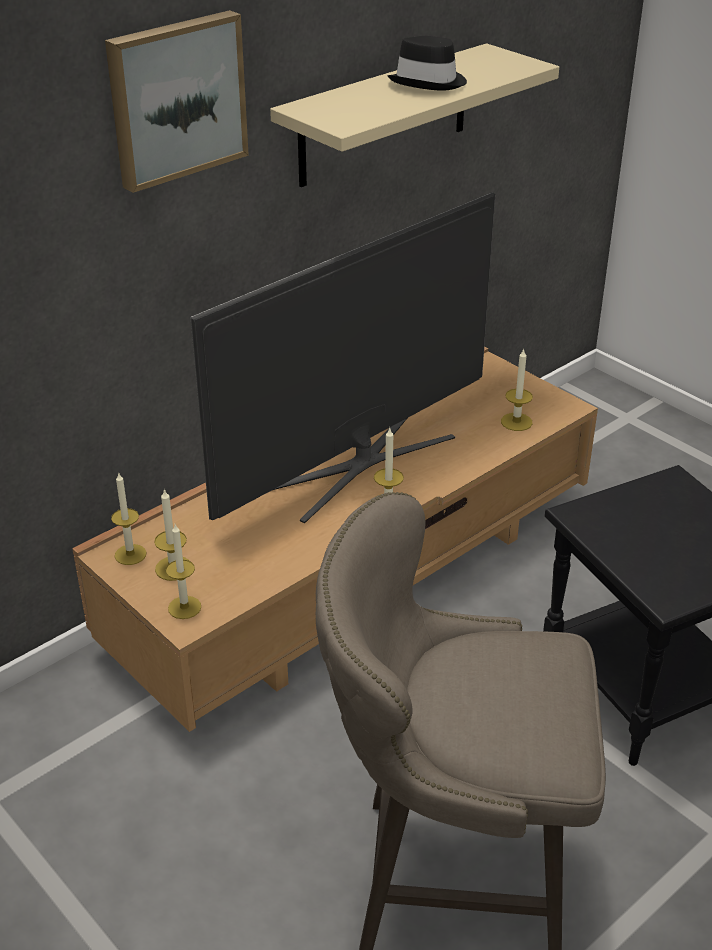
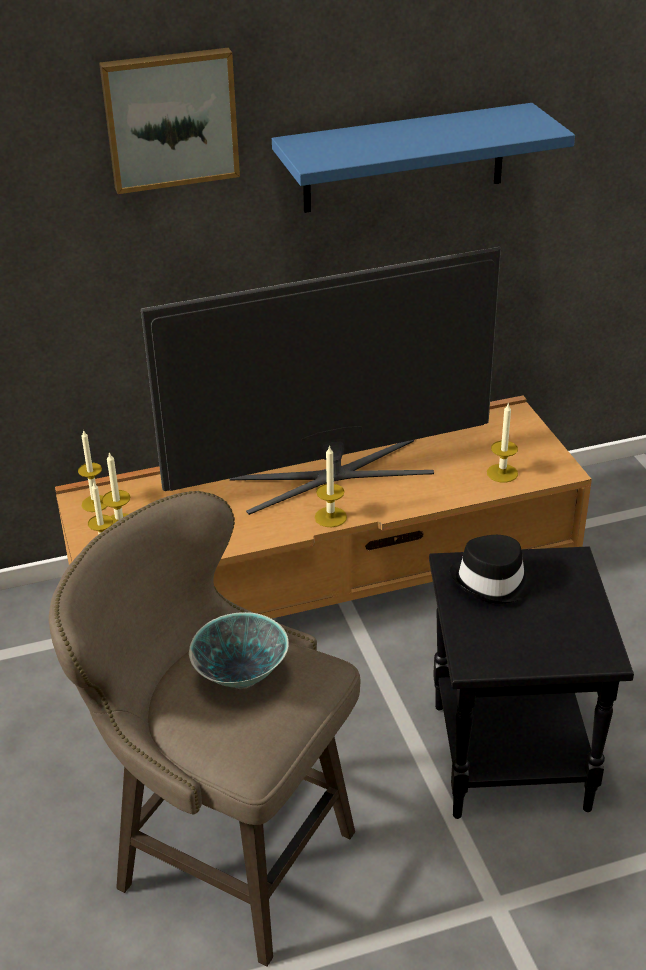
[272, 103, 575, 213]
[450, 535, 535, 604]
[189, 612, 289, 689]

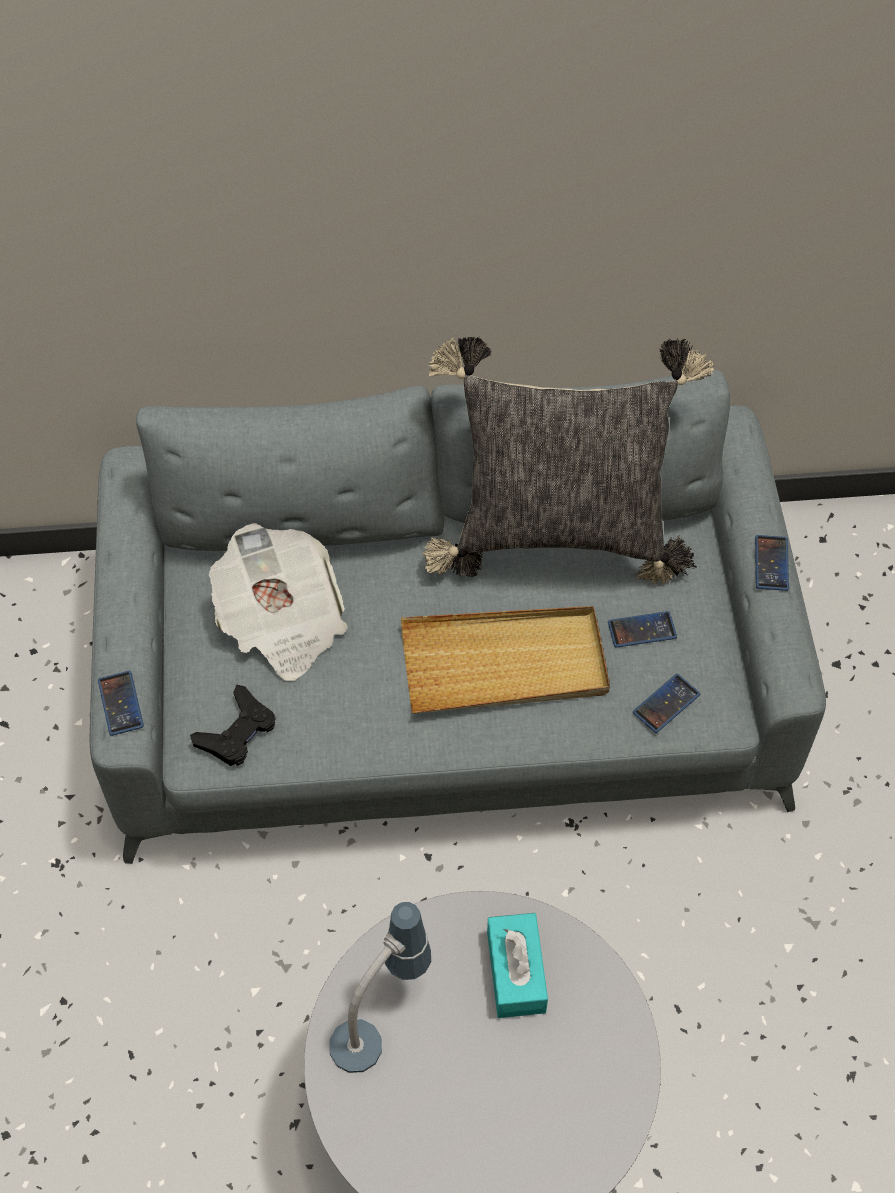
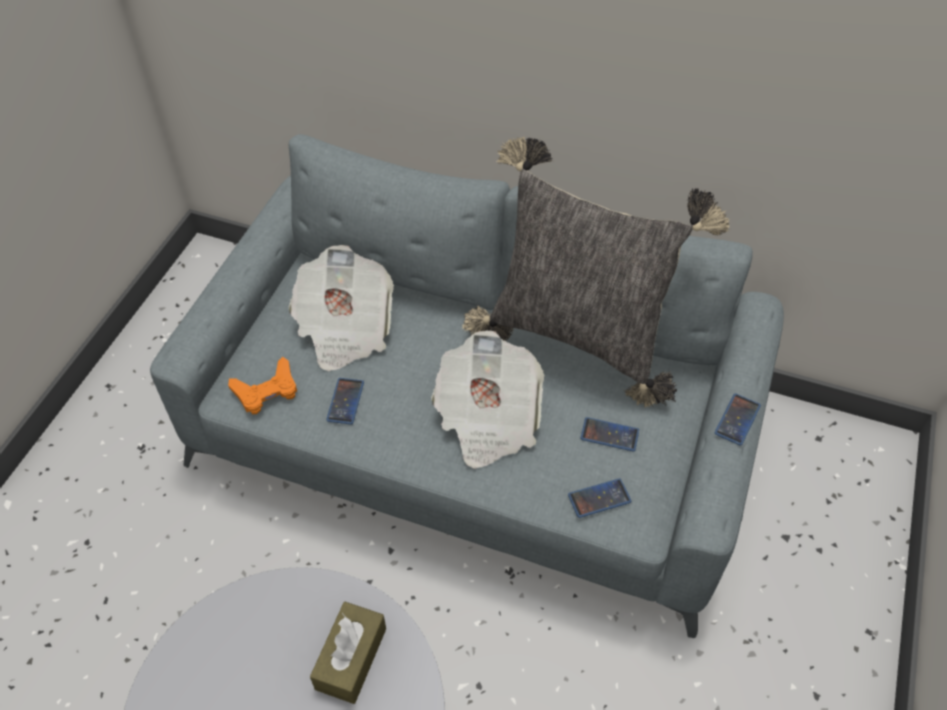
[326, 378, 364, 425]
[228, 357, 297, 414]
[330, 902, 431, 1073] (first image)
[431, 330, 544, 469]
[310, 602, 386, 704]

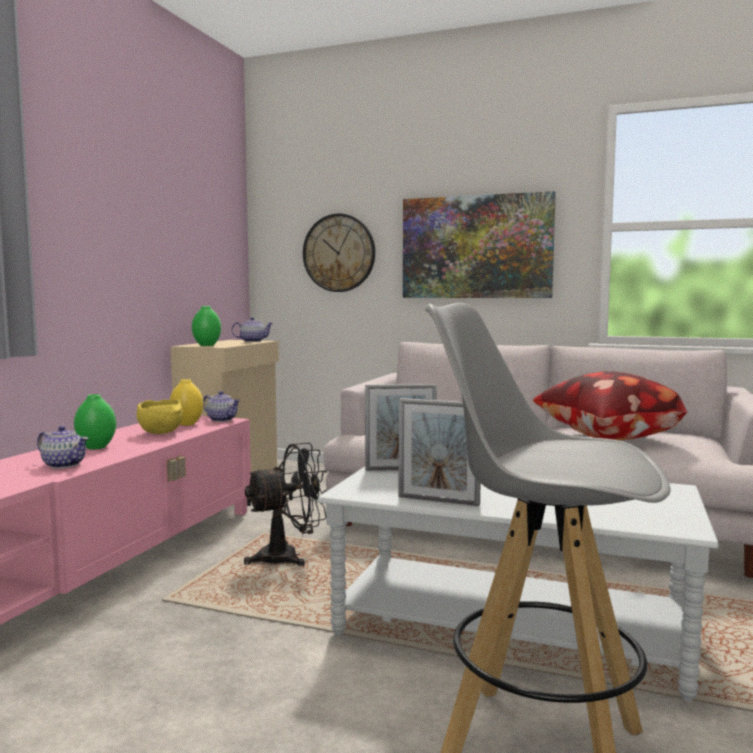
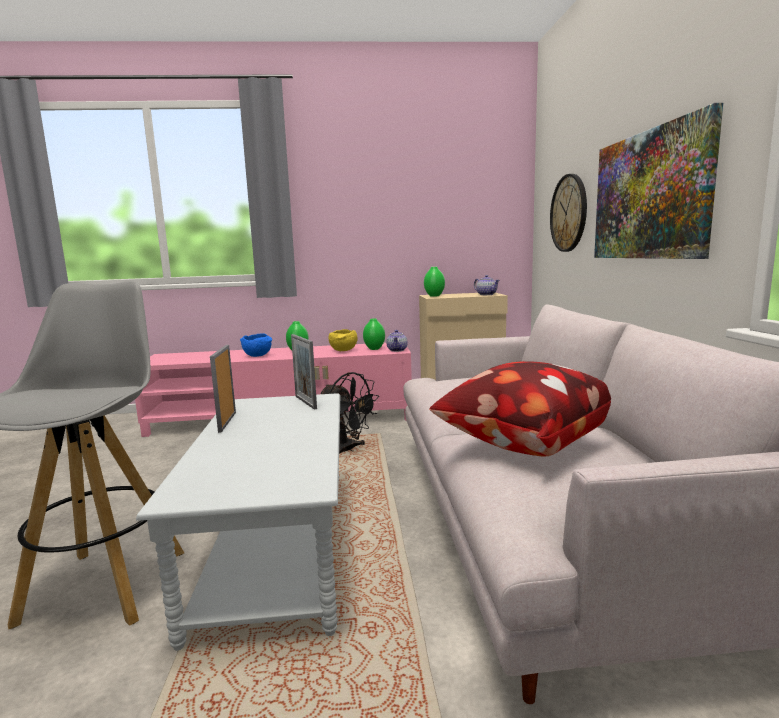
[240, 333, 272, 357]
[363, 319, 385, 350]

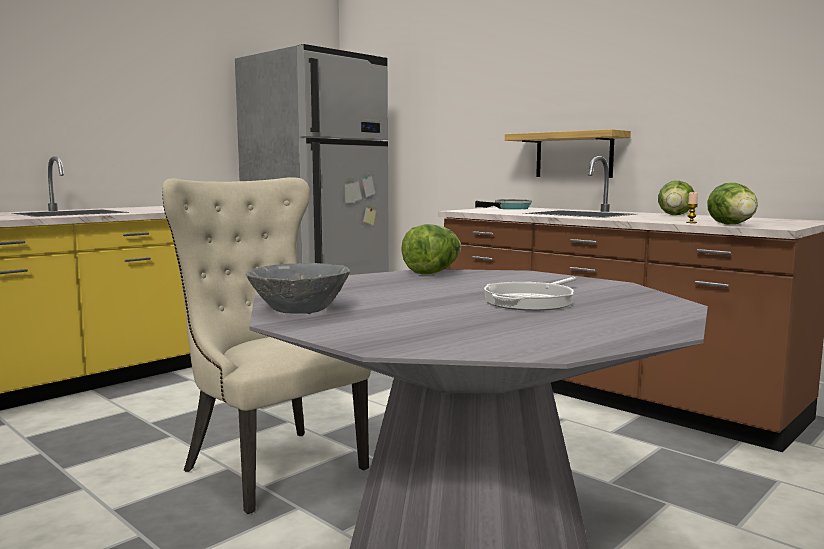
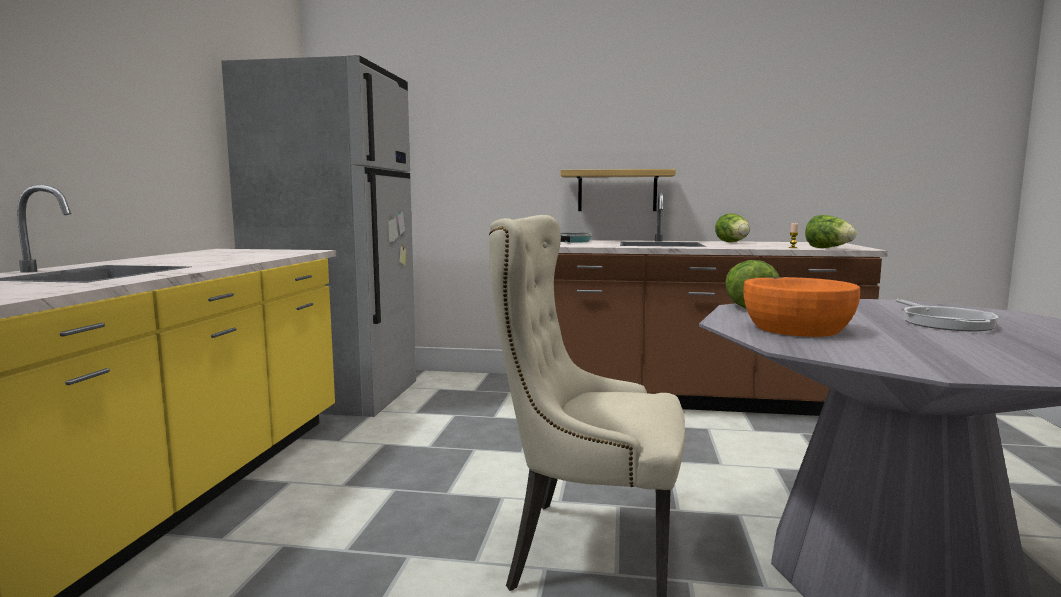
[246, 263, 350, 314] (first image)
[743, 277, 860, 337]

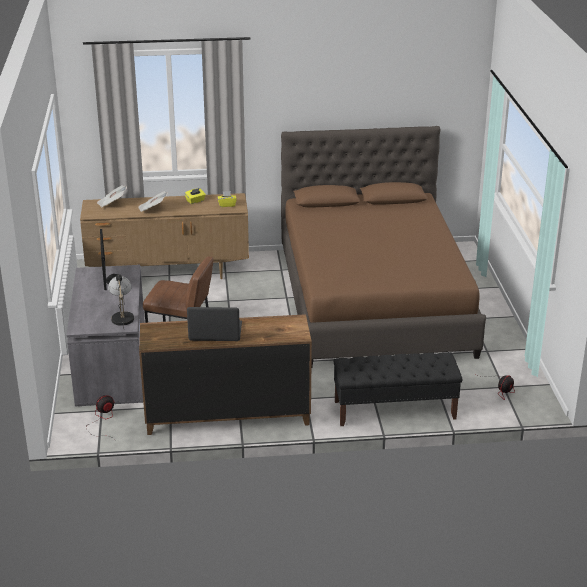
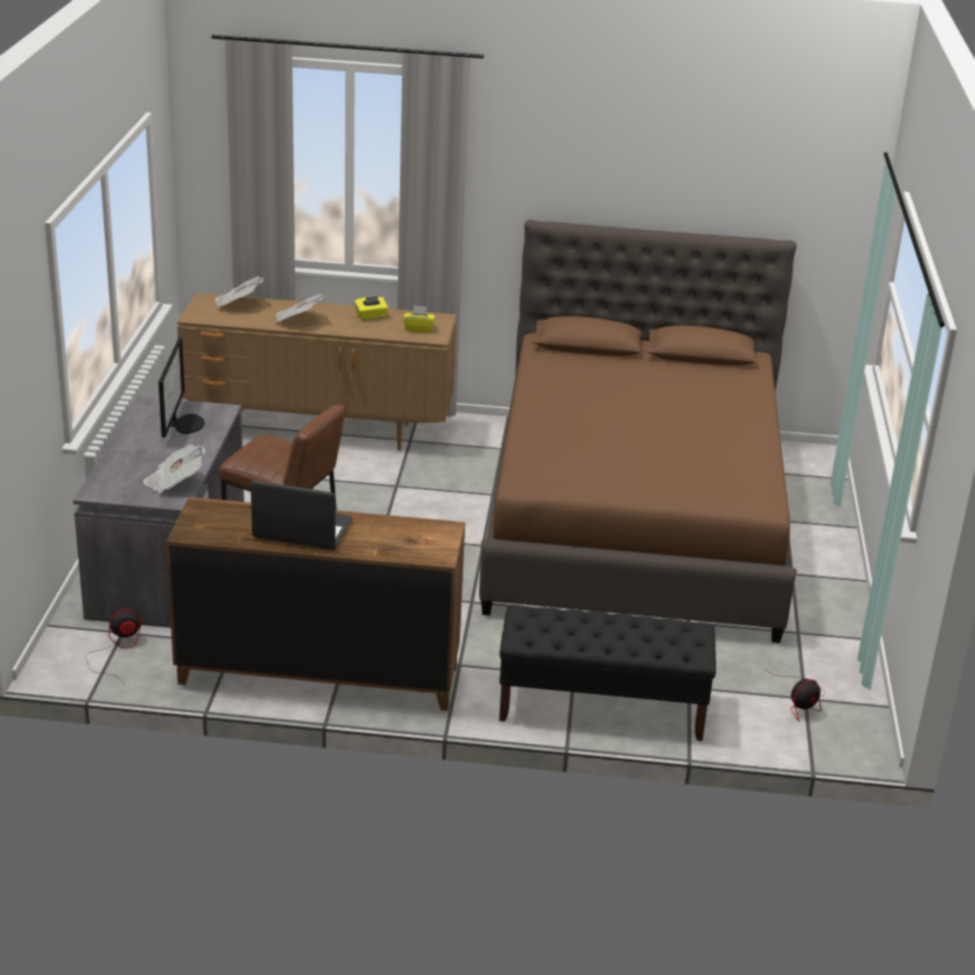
[143, 444, 206, 493]

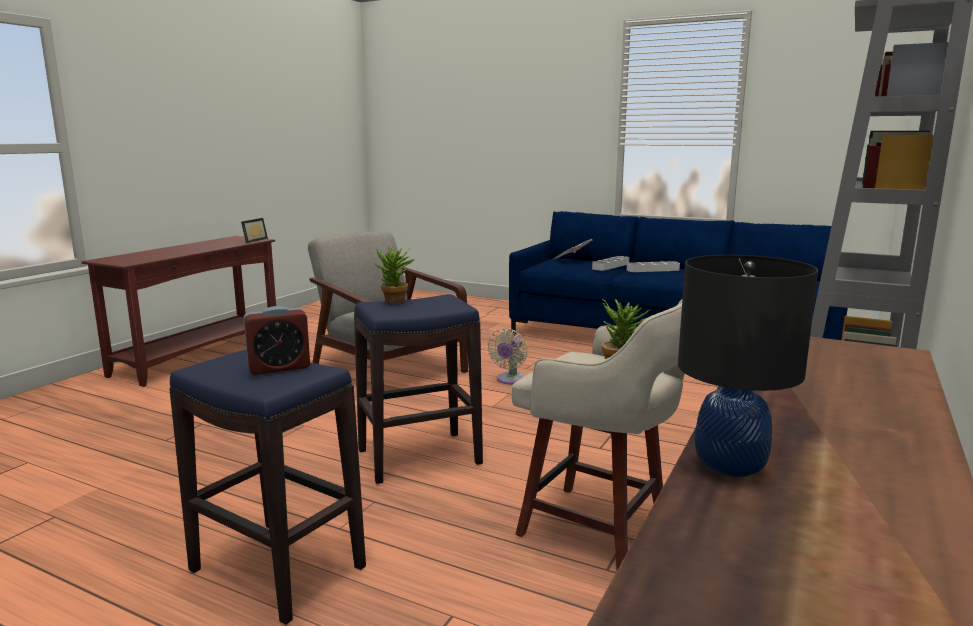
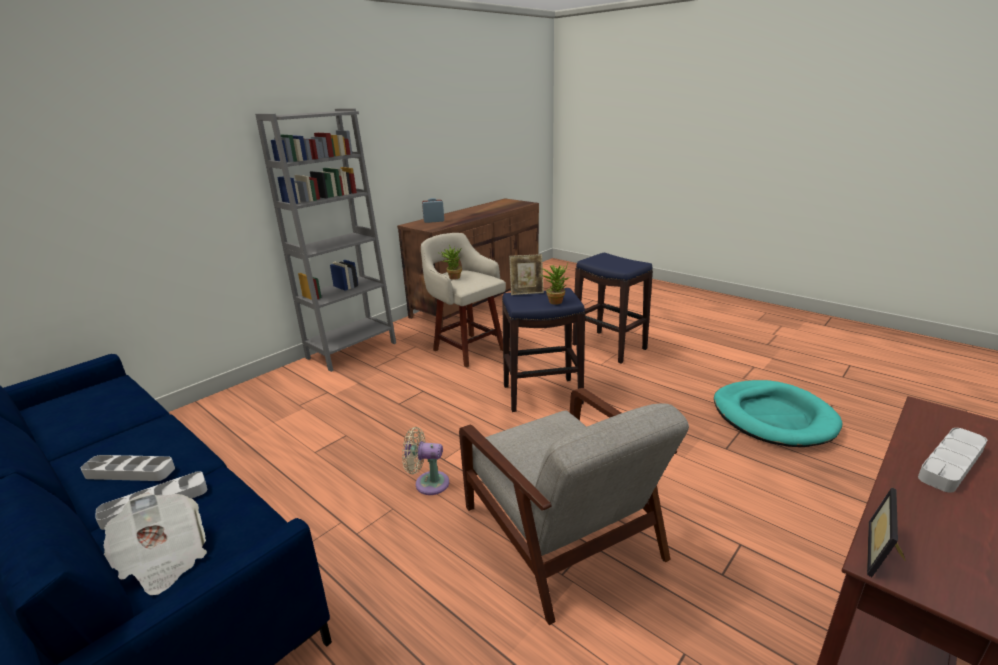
[422, 198, 444, 223]
[402, 427, 449, 495]
[678, 255, 818, 477] (first image)
[509, 254, 544, 295]
[714, 380, 842, 447]
[918, 428, 987, 493]

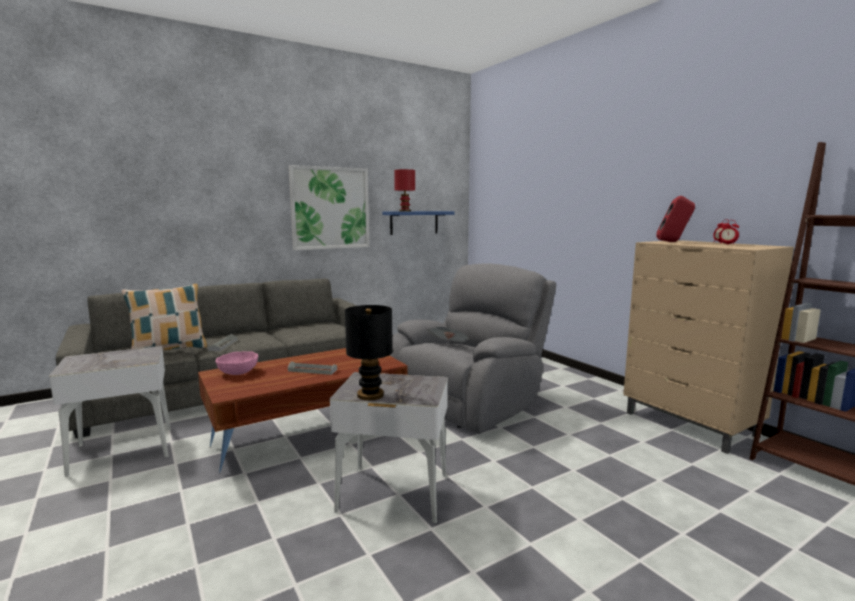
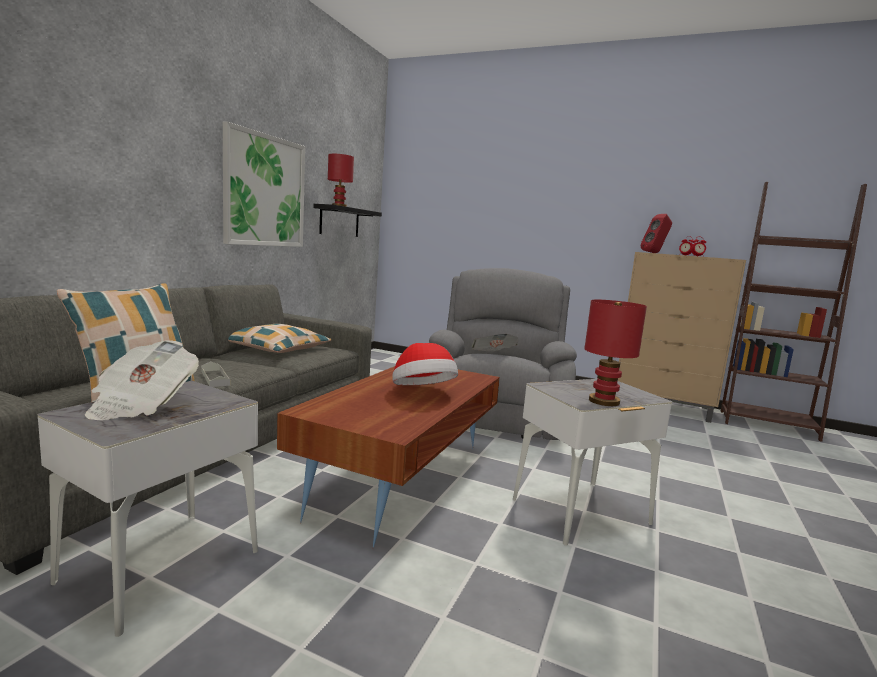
[216, 351, 258, 375] (first image)
[392, 343, 458, 385]
[584, 300, 647, 406]
[313, 204, 382, 237]
[85, 340, 199, 420]
[228, 324, 331, 353]

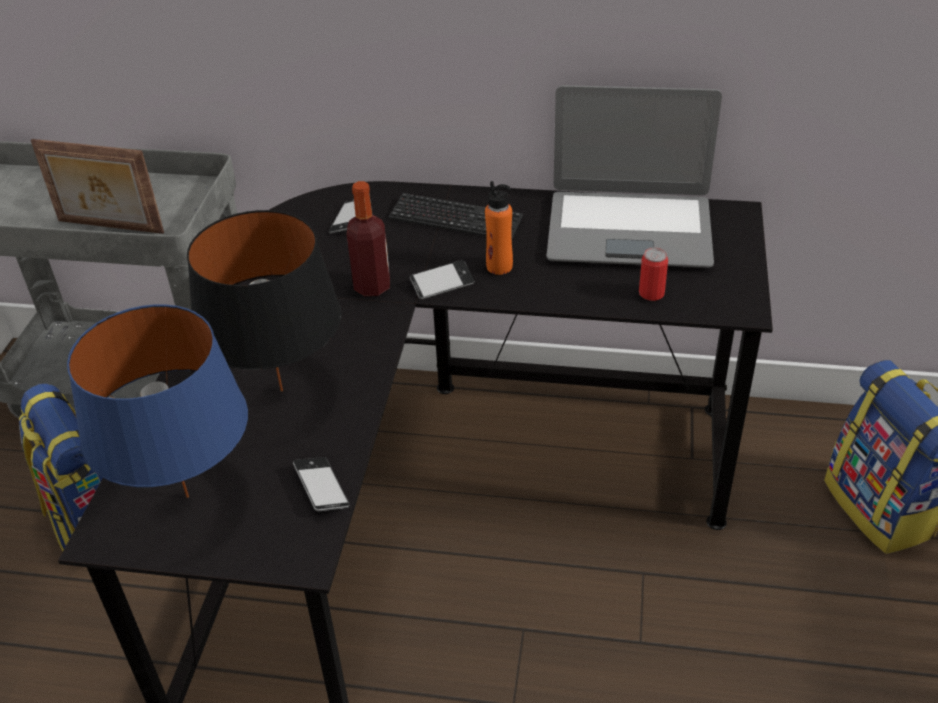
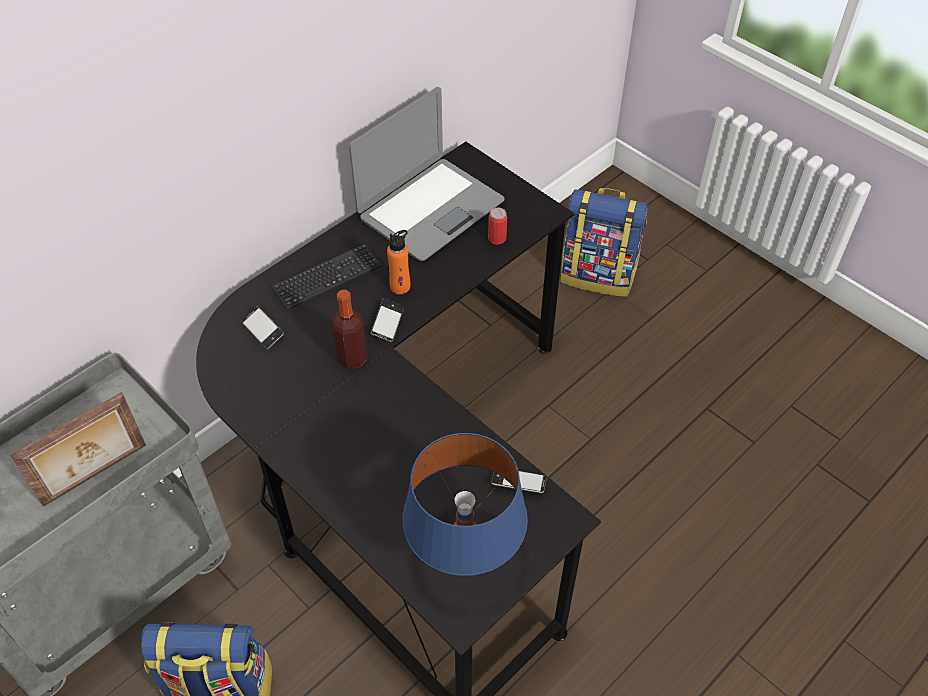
[187, 210, 342, 392] (first image)

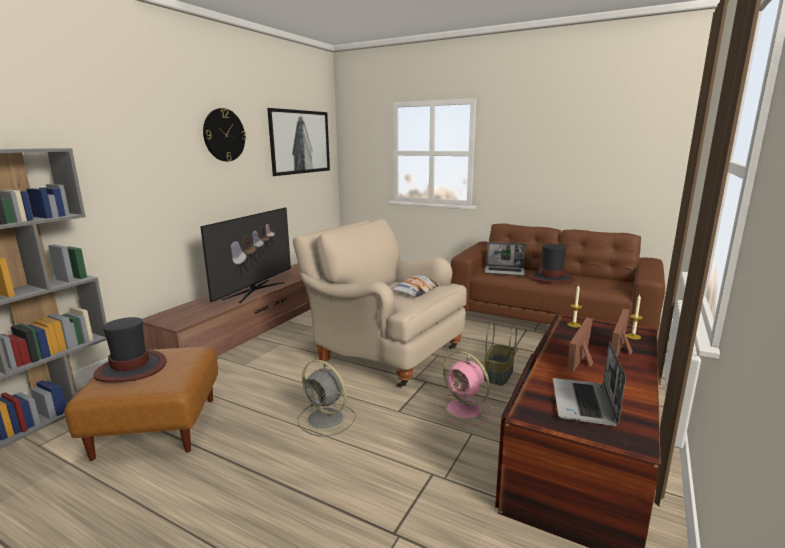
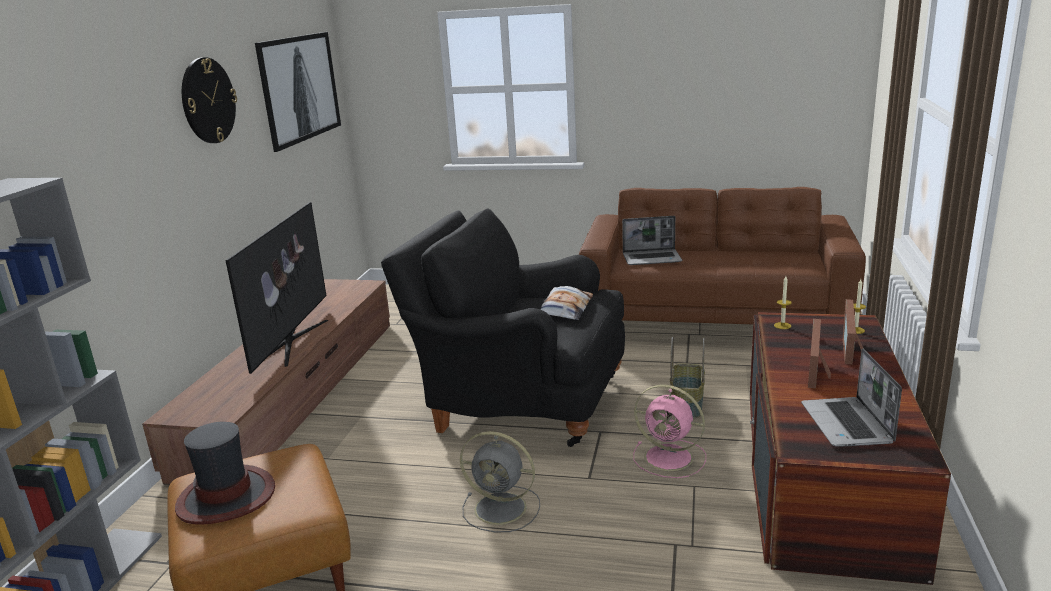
[381, 208, 625, 447]
[529, 244, 575, 283] (first image)

